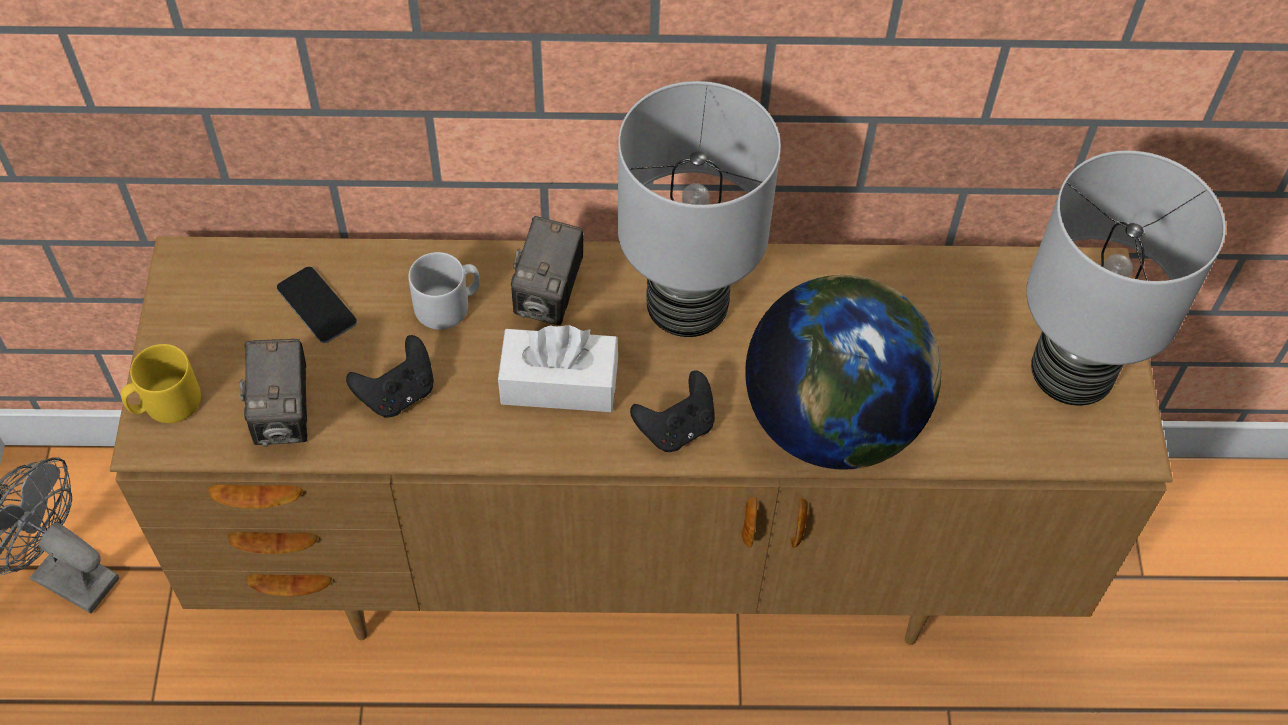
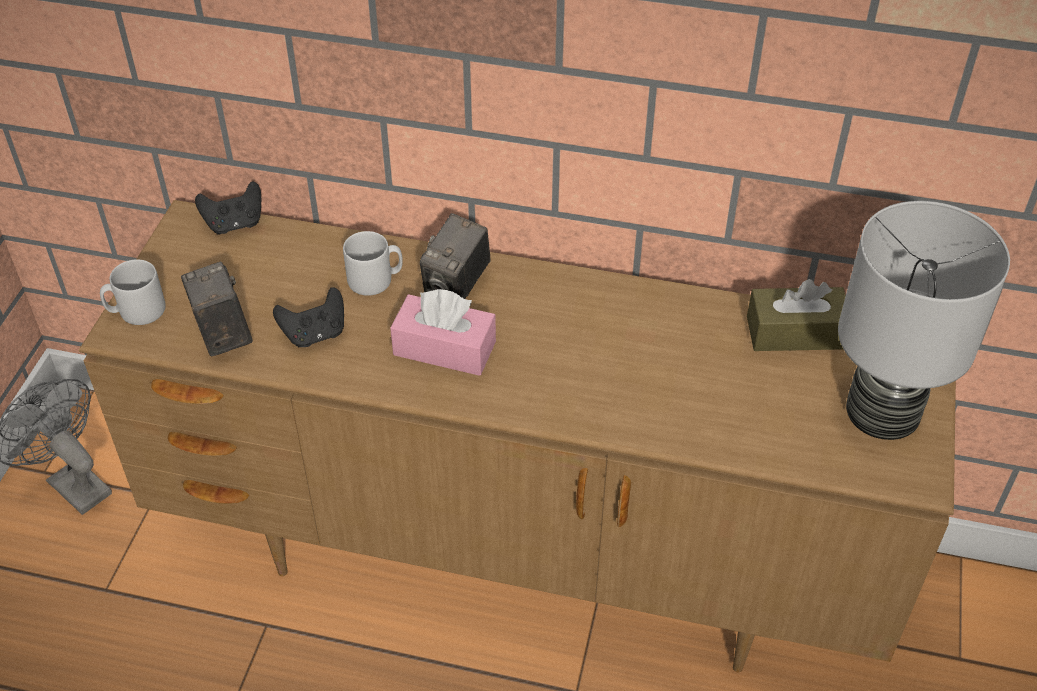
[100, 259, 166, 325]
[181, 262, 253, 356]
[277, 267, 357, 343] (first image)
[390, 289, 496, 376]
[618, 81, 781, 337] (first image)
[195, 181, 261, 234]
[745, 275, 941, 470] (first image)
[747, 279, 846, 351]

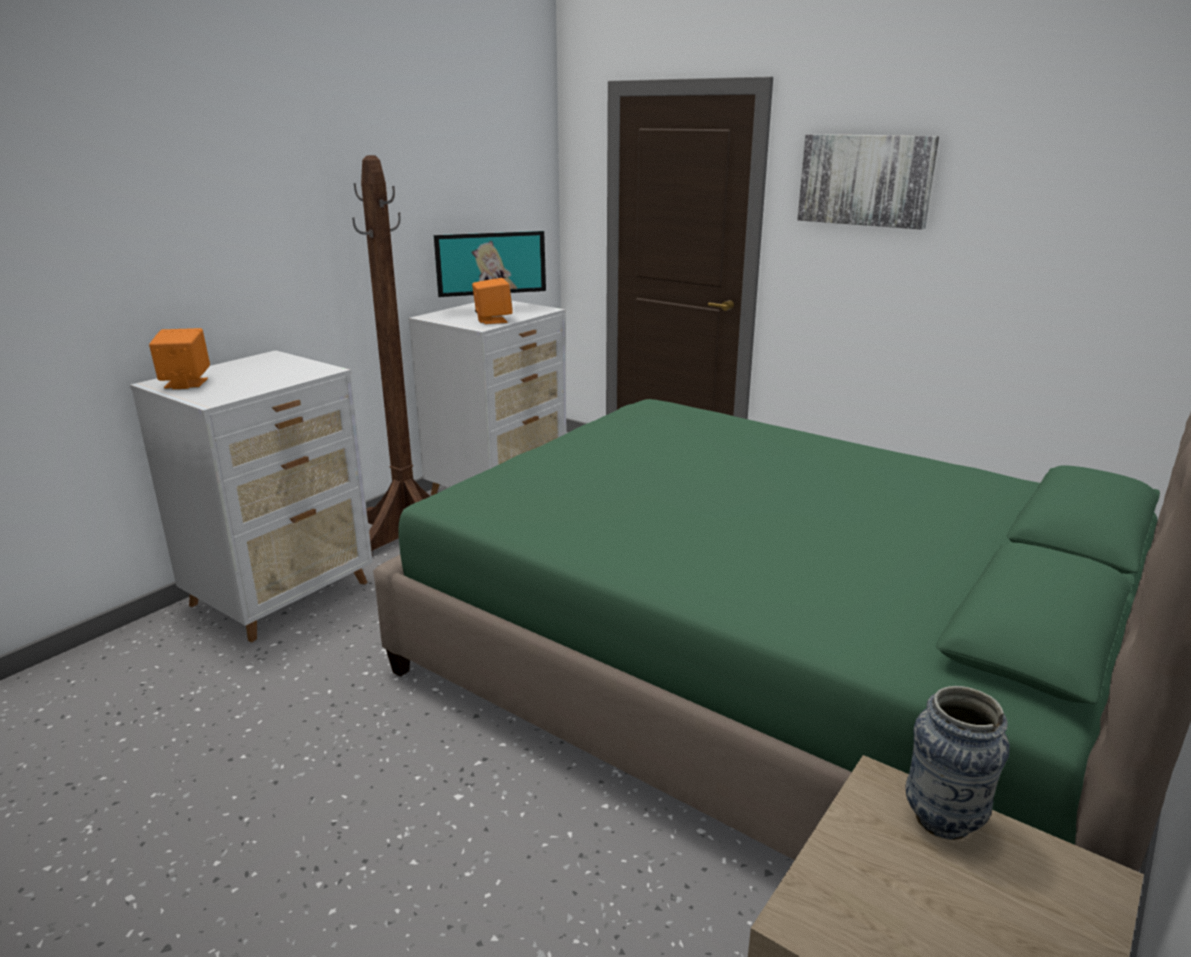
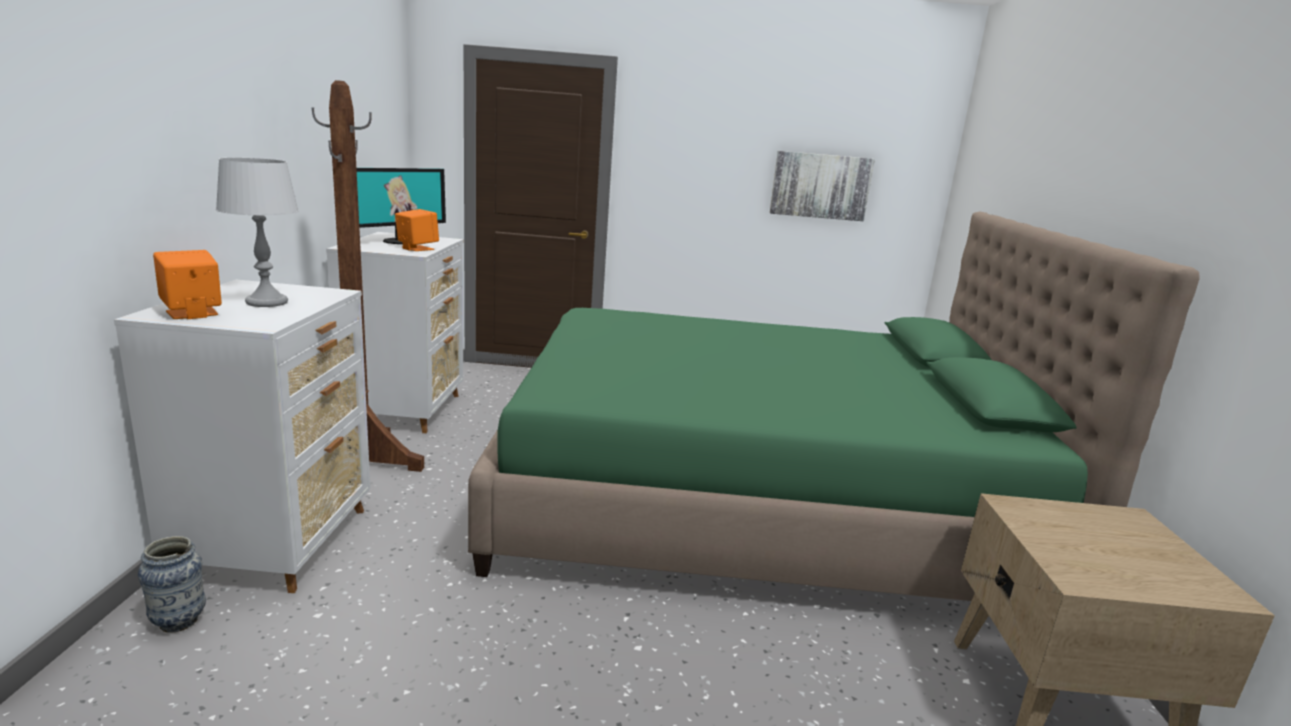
[770, 151, 875, 221]
[138, 536, 206, 633]
[216, 158, 299, 307]

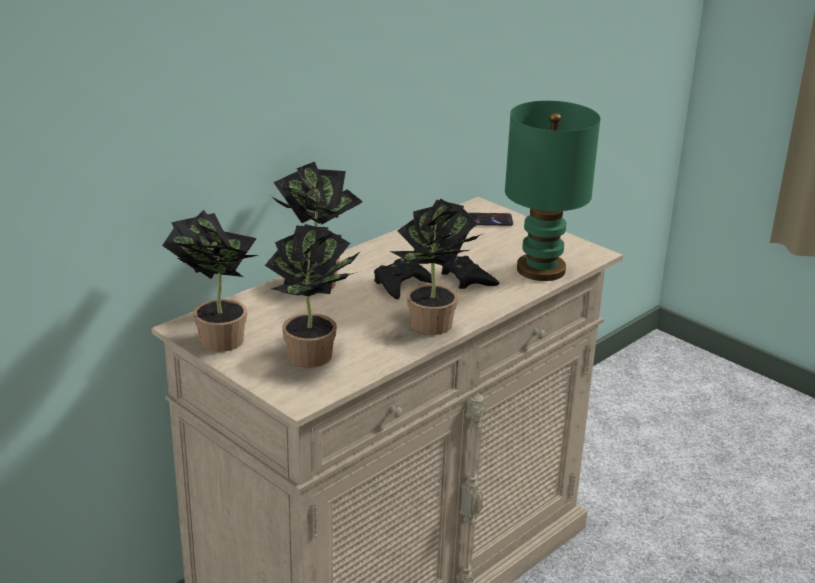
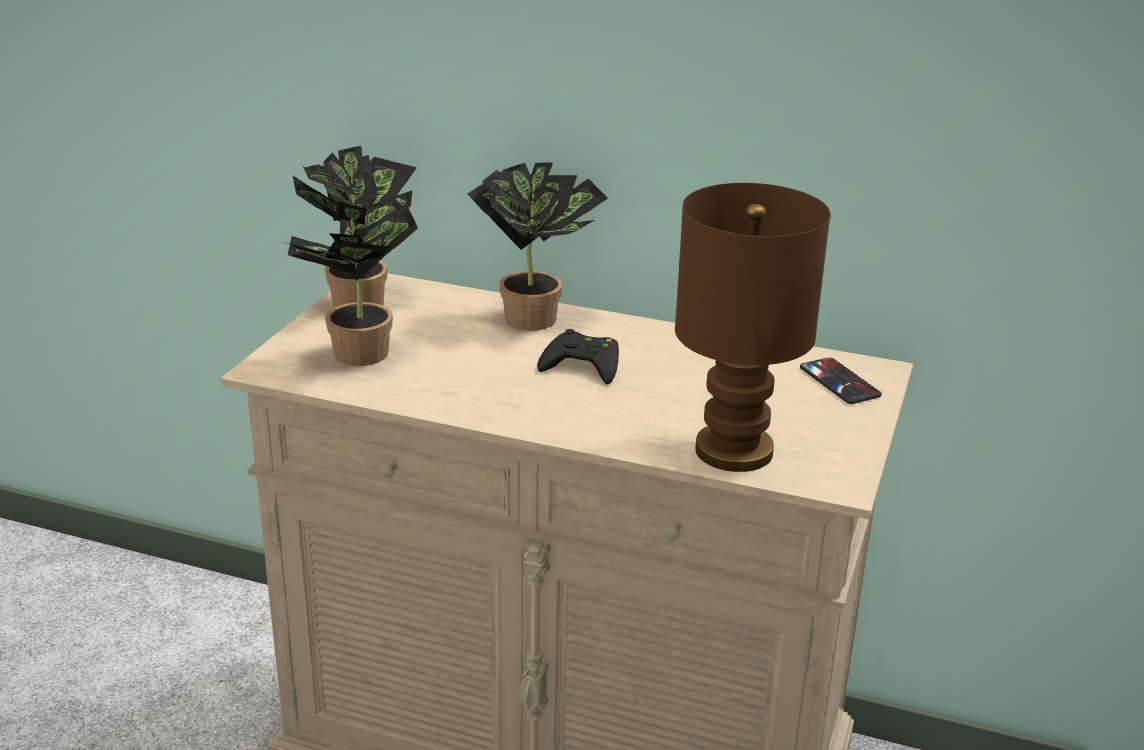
[389, 199, 485, 335] (first image)
[441, 256, 499, 289] (first image)
[675, 183, 831, 472]

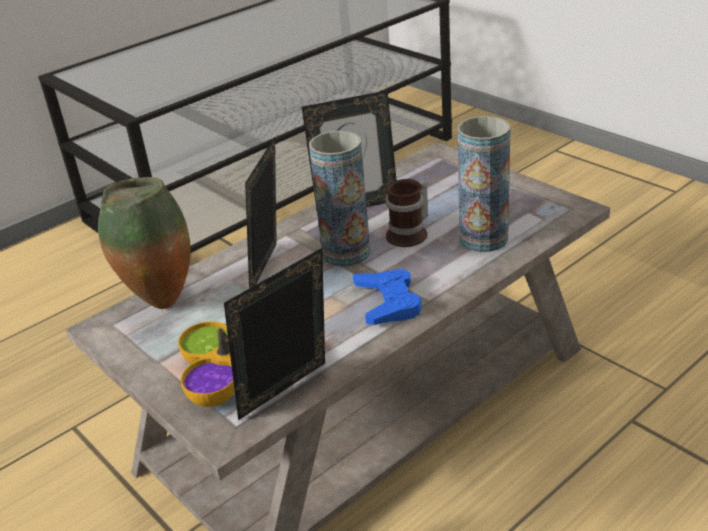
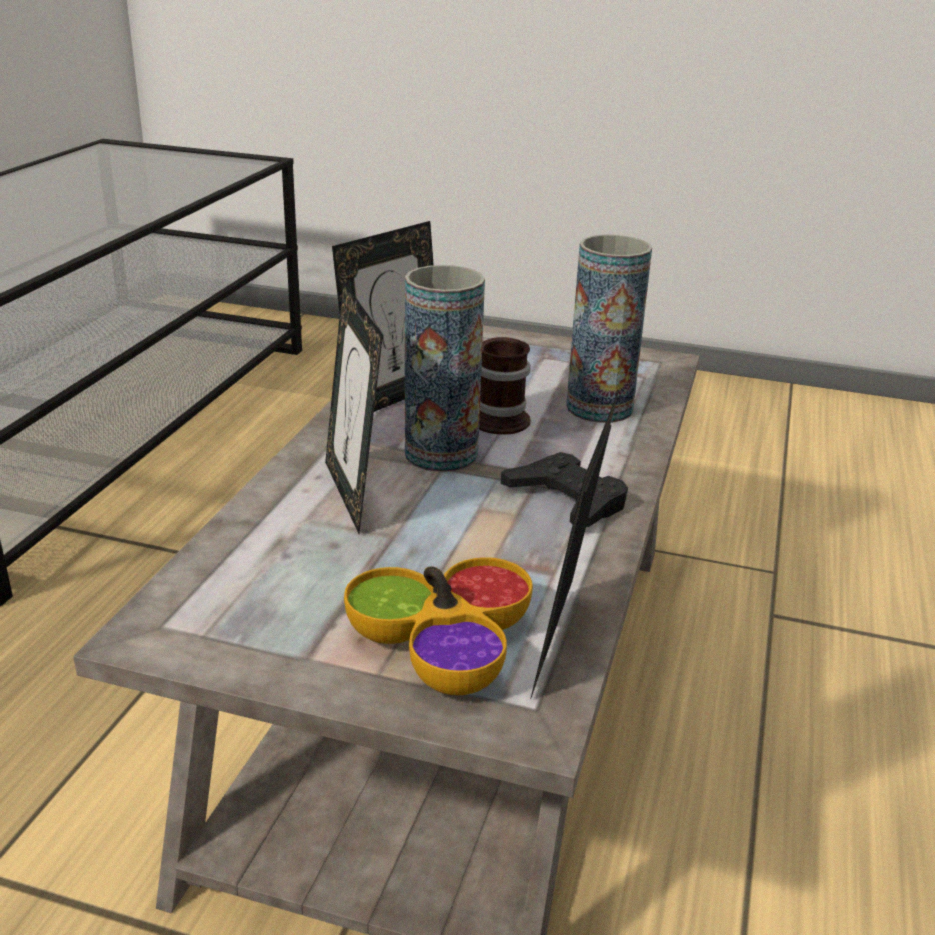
[98, 177, 191, 309] (first image)
[501, 452, 628, 527]

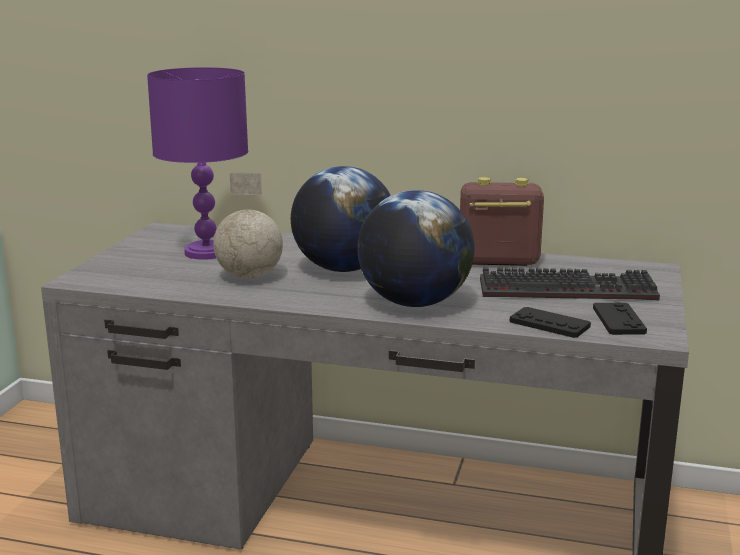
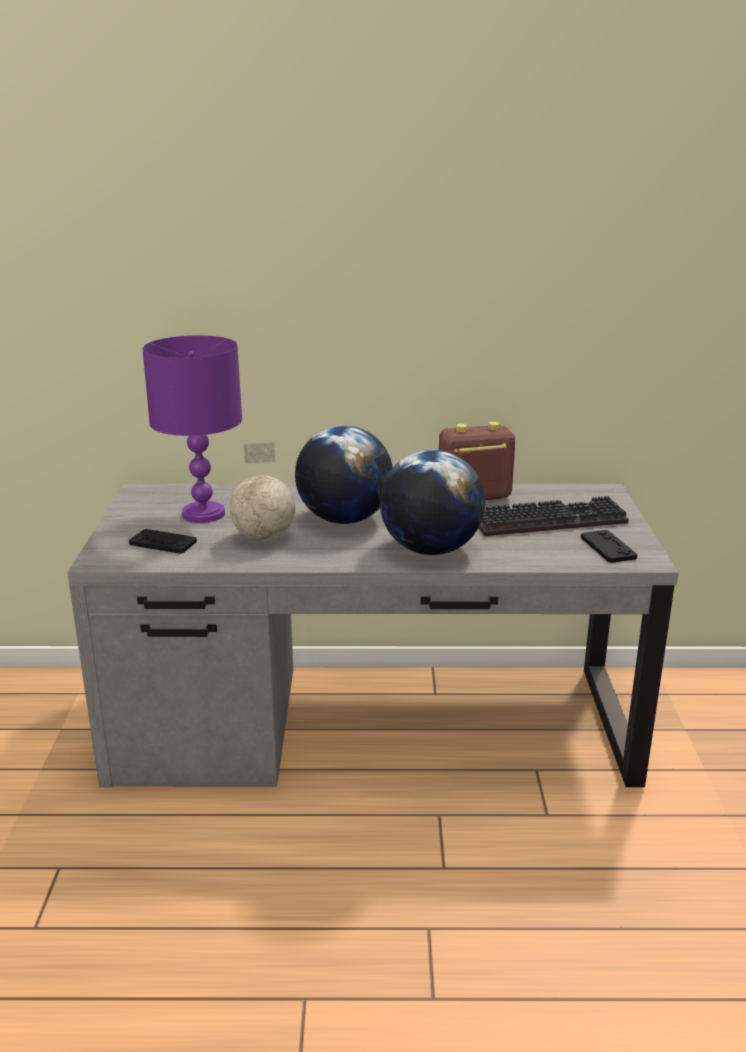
[129, 529, 197, 554]

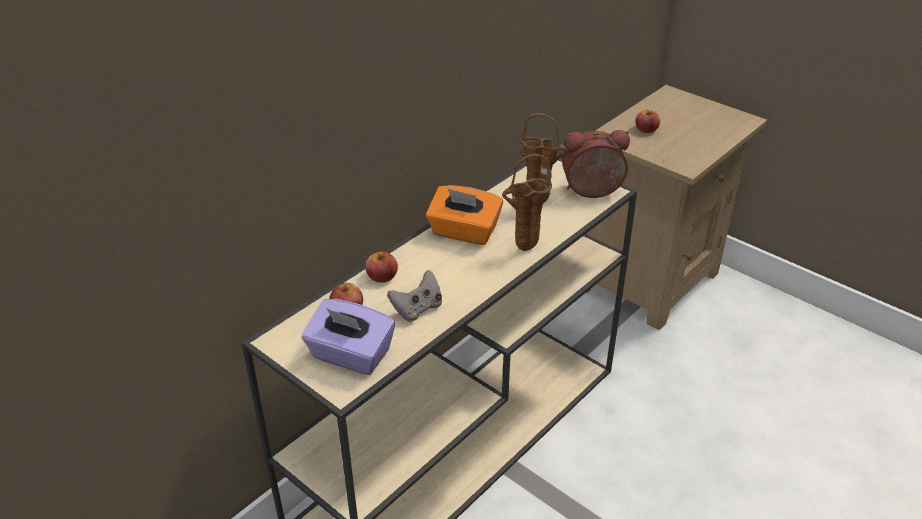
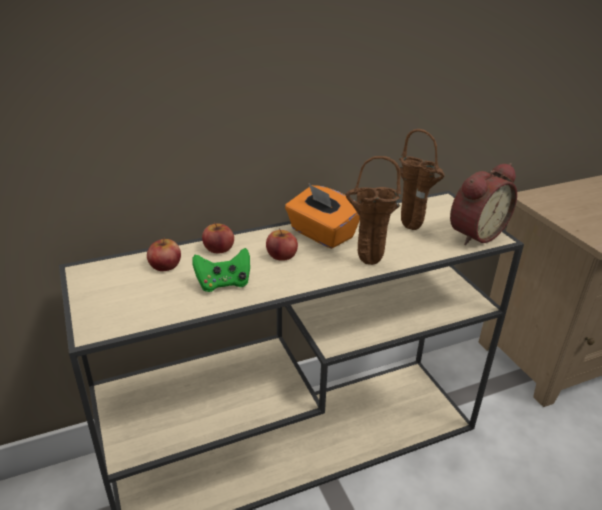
[302, 299, 395, 375] (first image)
[192, 248, 250, 292]
[450, 163, 517, 245]
[266, 229, 298, 261]

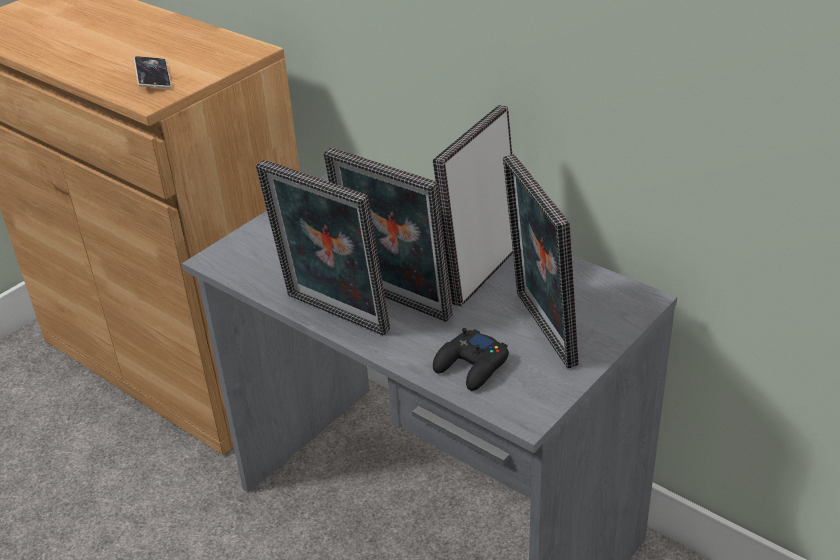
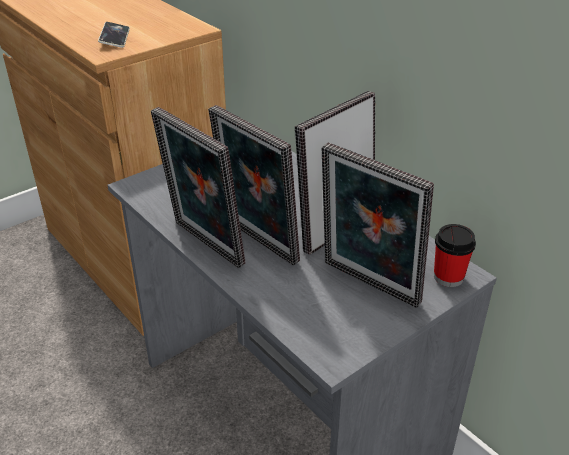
[433, 328, 509, 391] (first image)
[322, 143, 434, 308]
[434, 224, 476, 287]

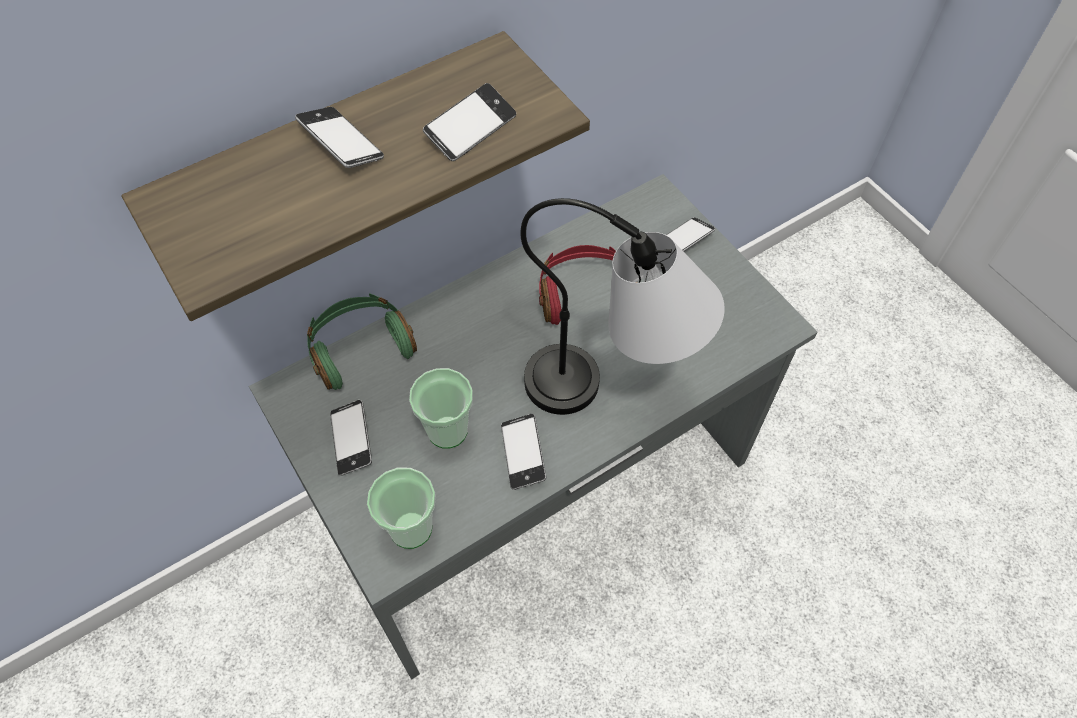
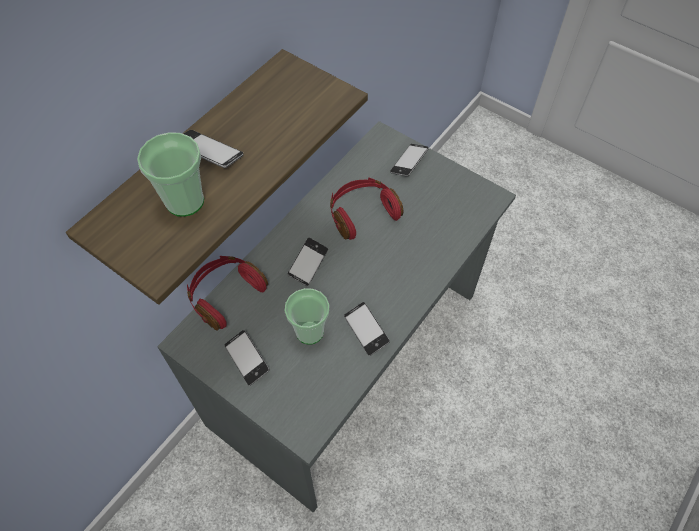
[187, 256, 268, 330]
[137, 132, 204, 217]
[287, 238, 328, 286]
[521, 198, 725, 415] (first image)

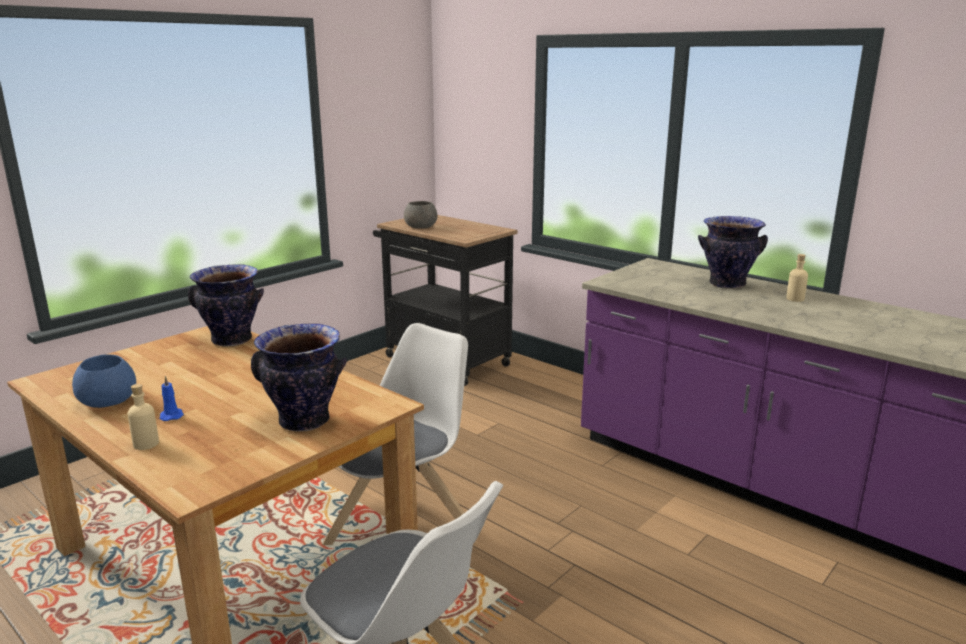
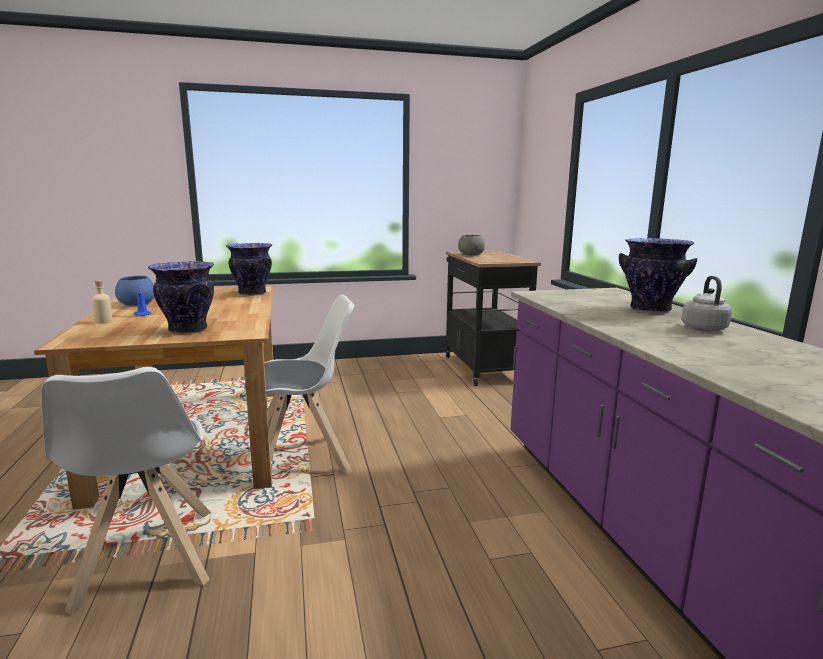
[681, 276, 732, 331]

